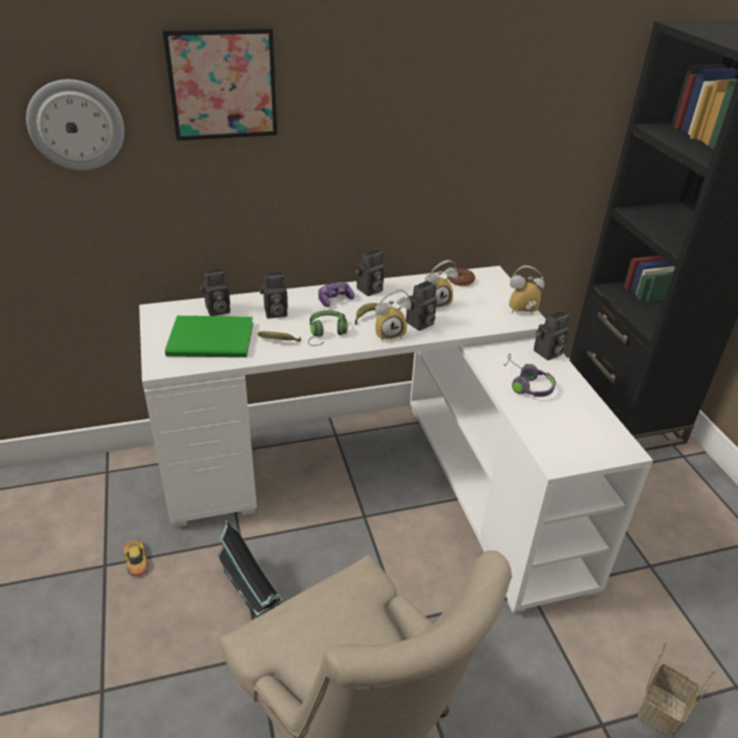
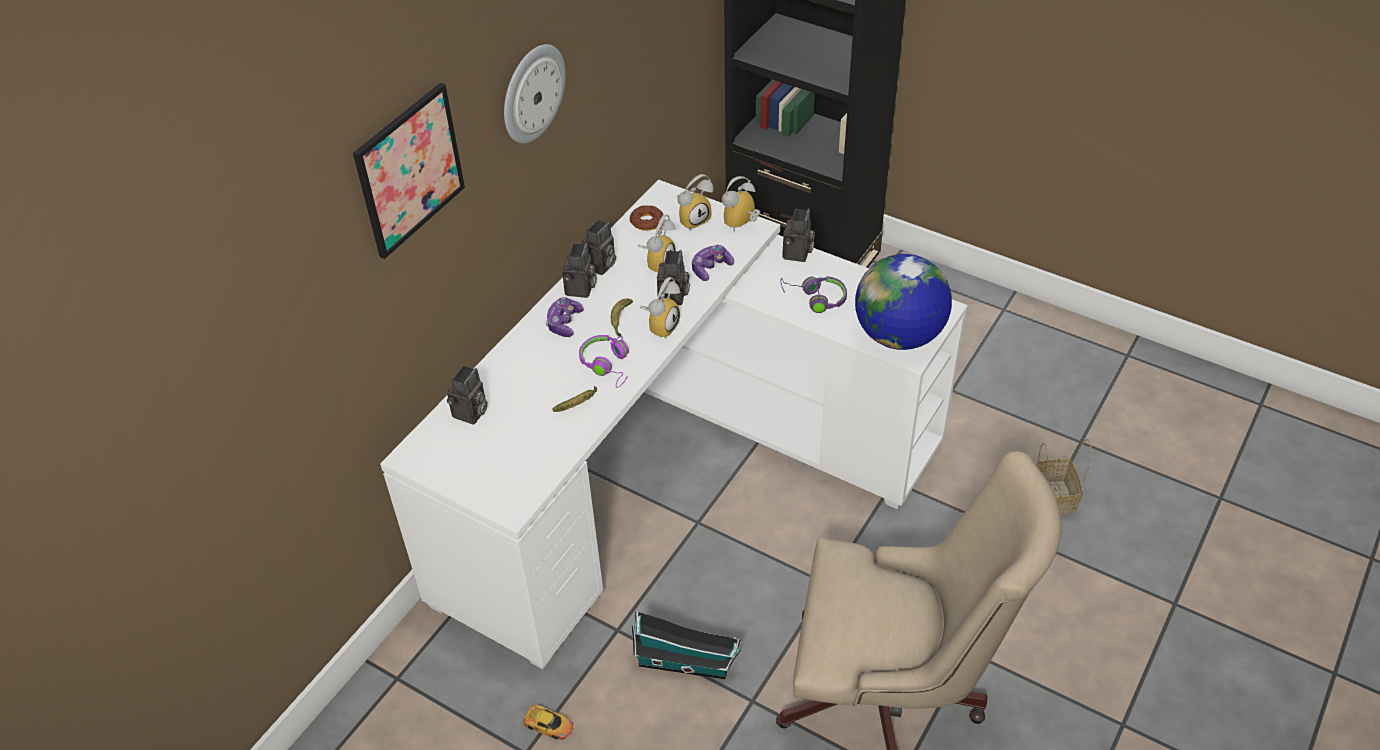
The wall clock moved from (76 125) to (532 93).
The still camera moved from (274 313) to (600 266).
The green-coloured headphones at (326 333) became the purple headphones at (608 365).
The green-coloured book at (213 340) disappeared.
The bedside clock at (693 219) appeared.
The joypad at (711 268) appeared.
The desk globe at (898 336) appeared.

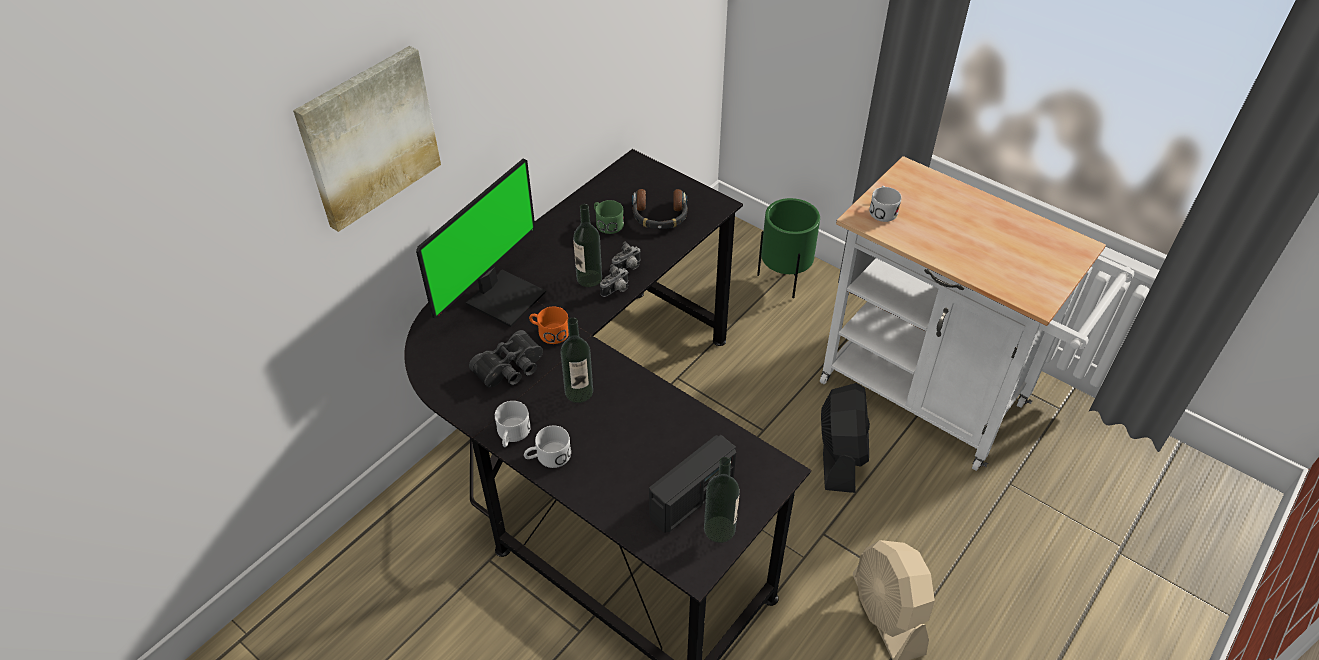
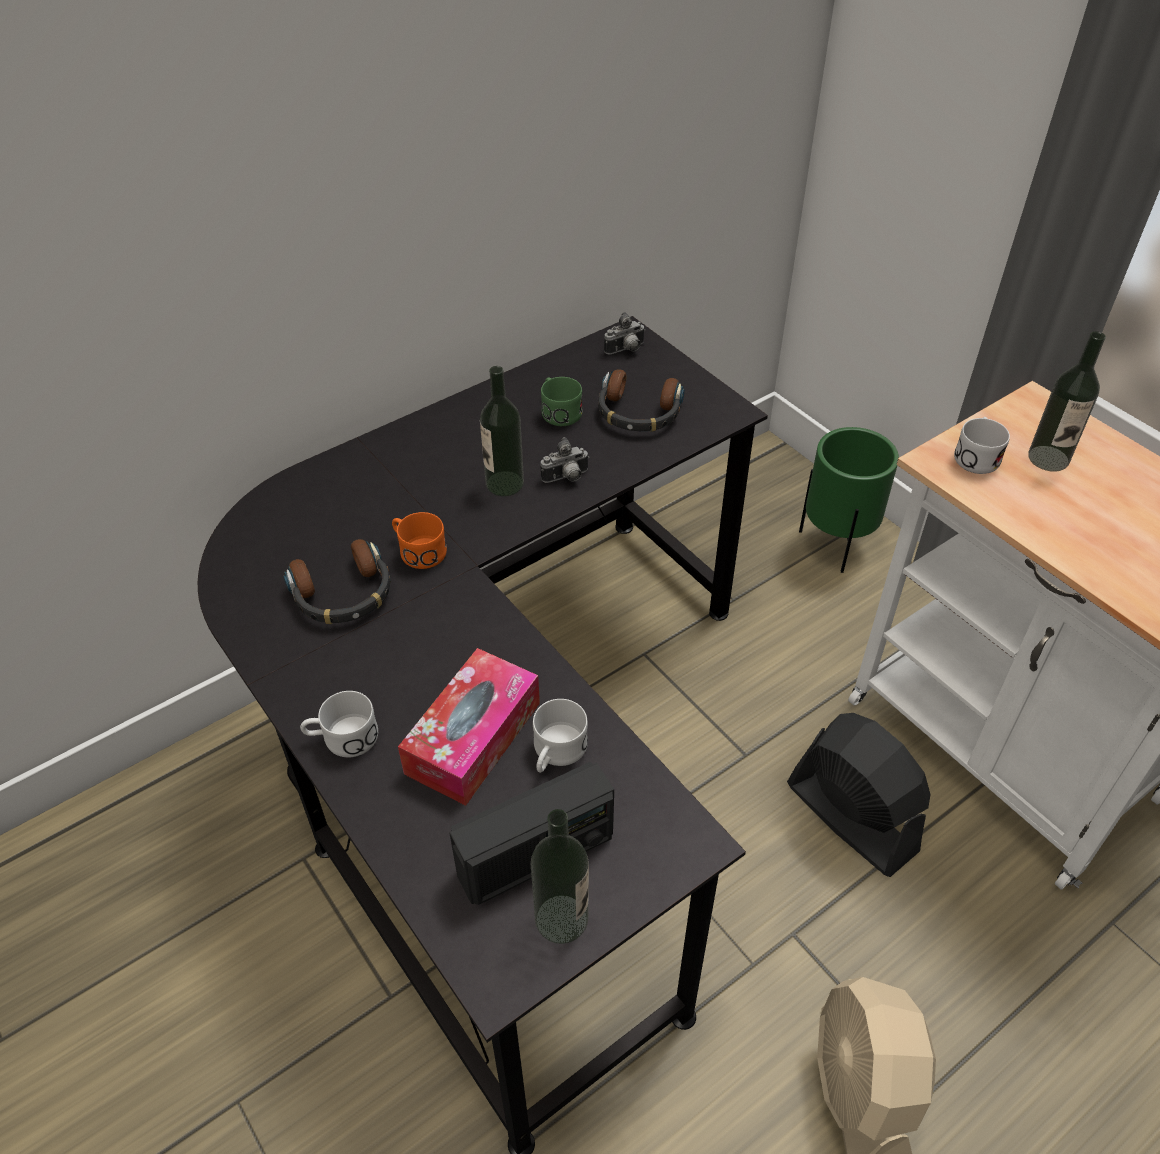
The picture at (369 137) disappeared.
The computer screen at (503 297) disappeared.
The still camera moved from (616 290) to (626 350).
The drink bottle moved from (579 392) to (1048 458).
The black field glasses at (511 369) was replaced by the headphones at (343 594).
The black fan at (840 455) turned 60 degrees counterclockwise.
The white-coloured mug moved from (512 435) to (556 753).
The tissue holder at (473 738) appeared.

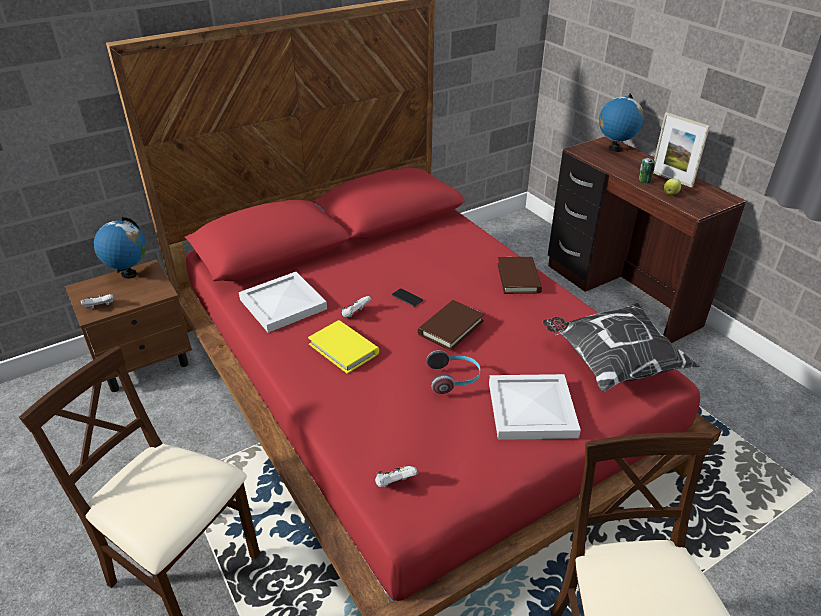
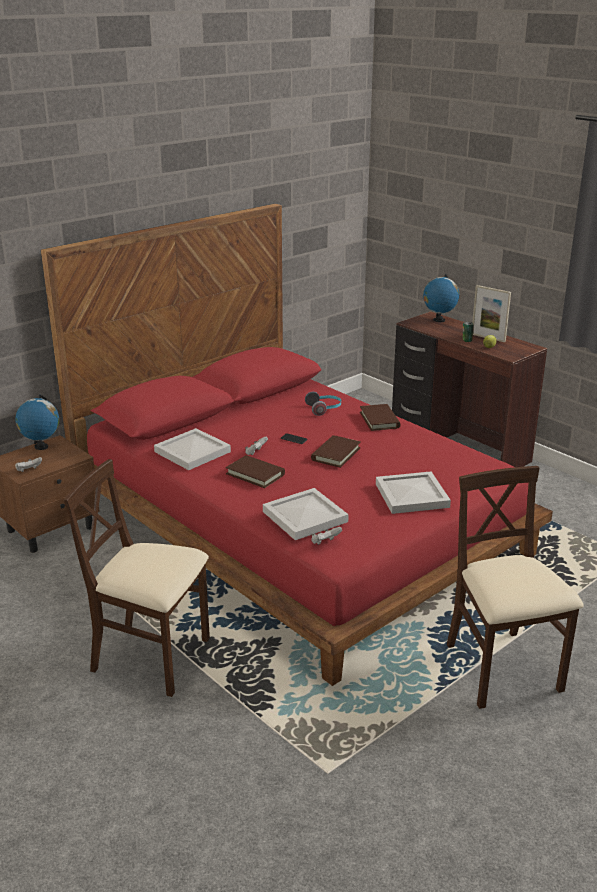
The cushion at (612 362) disappeared.
The yellow book at (343 349) became the brownish book at (255 474).
The headphones moved from (454 379) to (324 409).
The white-coloured serving tray at (304 517) appeared.

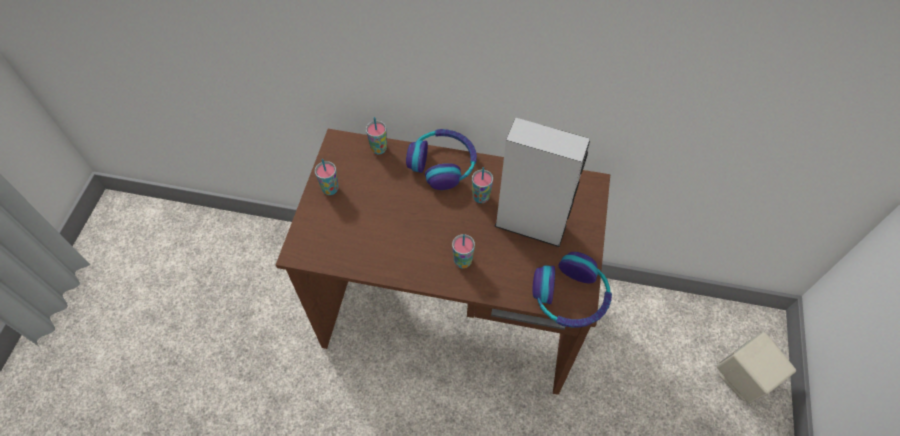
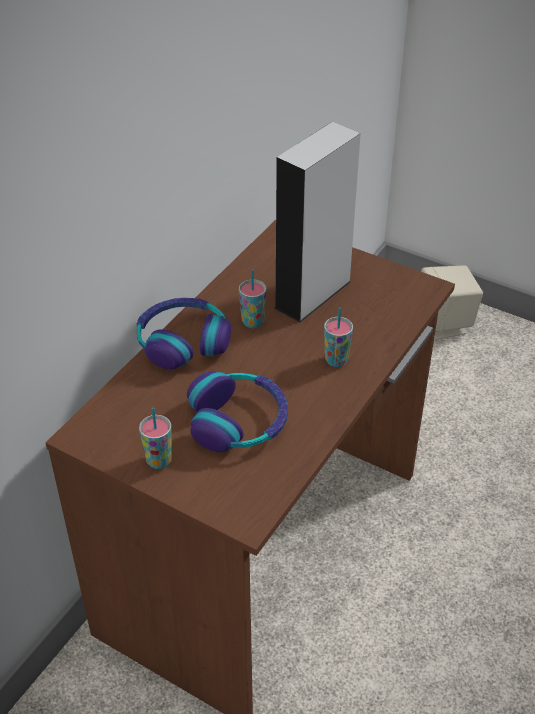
The drinking cup at (379 149) disappeared.
The headphones moved from (570 297) to (238 421).

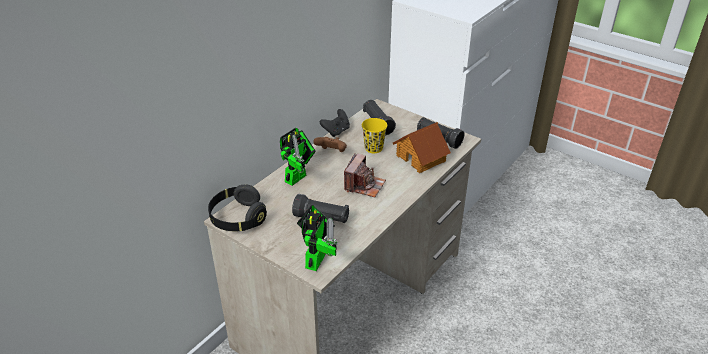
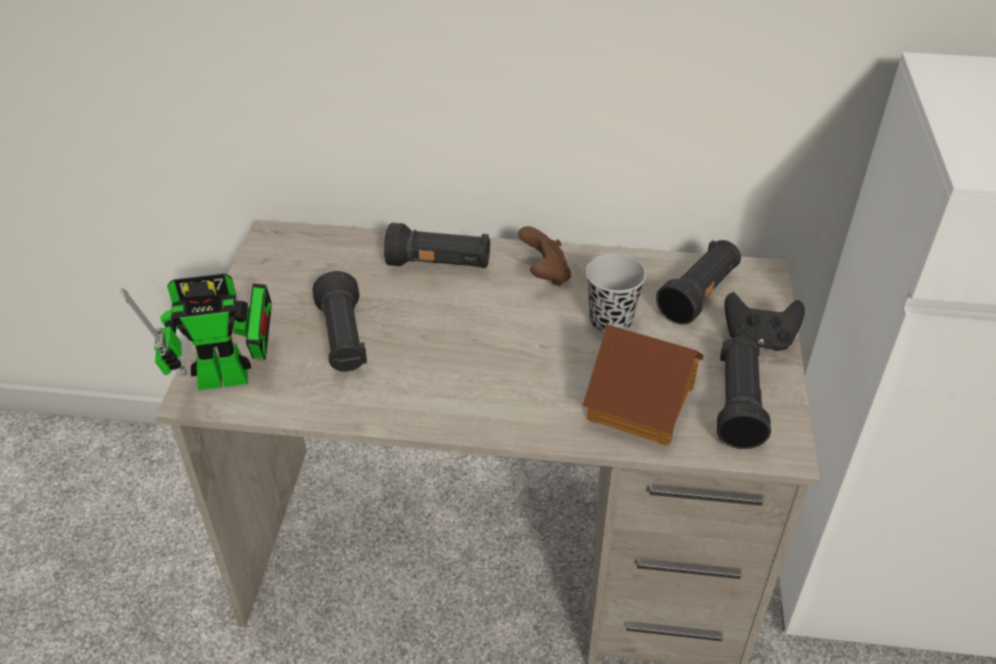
The black joypad moved from (336 131) to (758 340).
The yellow drinking cup at (373 148) became the black drinking cup at (610 321).
The robot figure at (298 176) was replaced by the black hand torch at (439 264).
The still camera at (364 185) disappeared.
The black headphones at (238 218) disappeared.

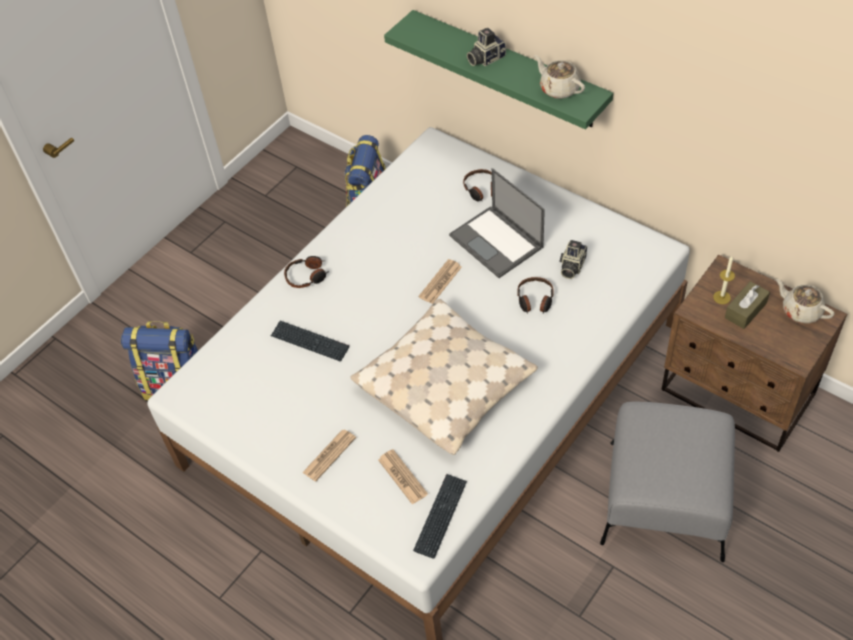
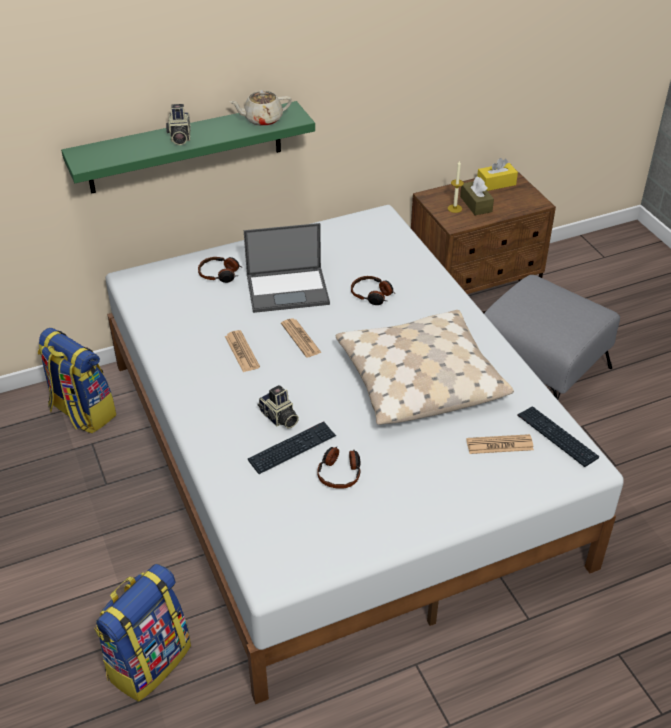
The still camera moved from (571 266) to (278 418).
The headphones moved from (307 276) to (340 472).
The beige tea pot at (800 310) was replaced by the yellow tissue holder at (496 183).
The printed paper moved from (329 455) to (242 352).

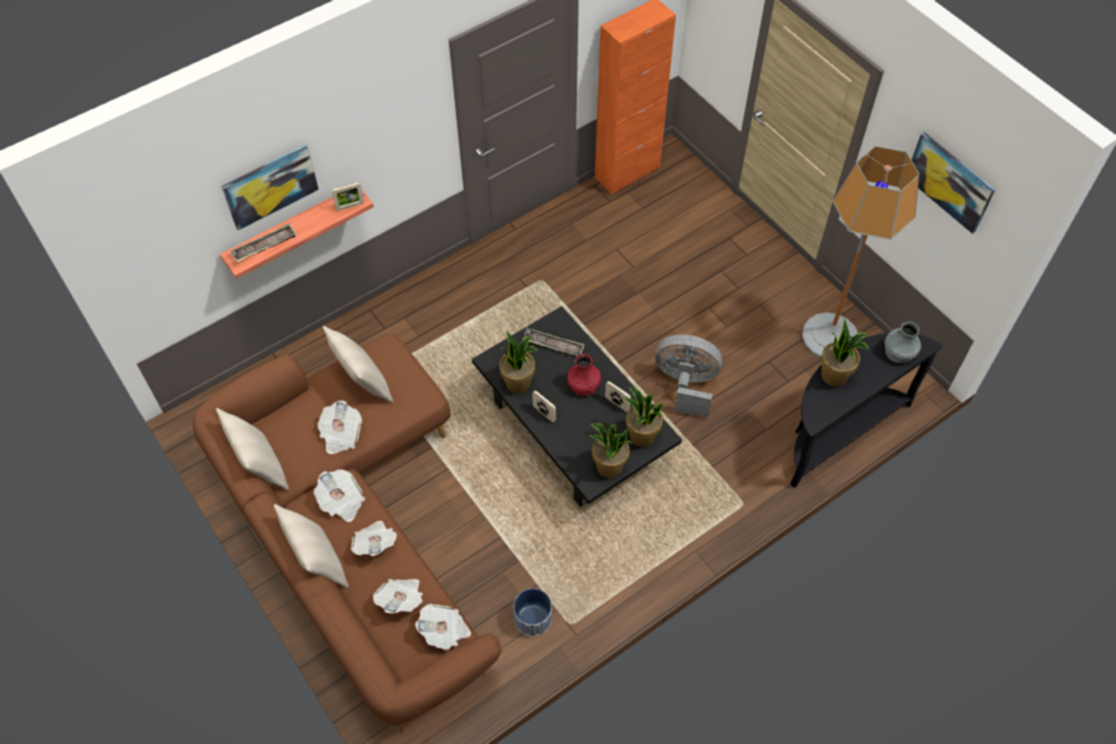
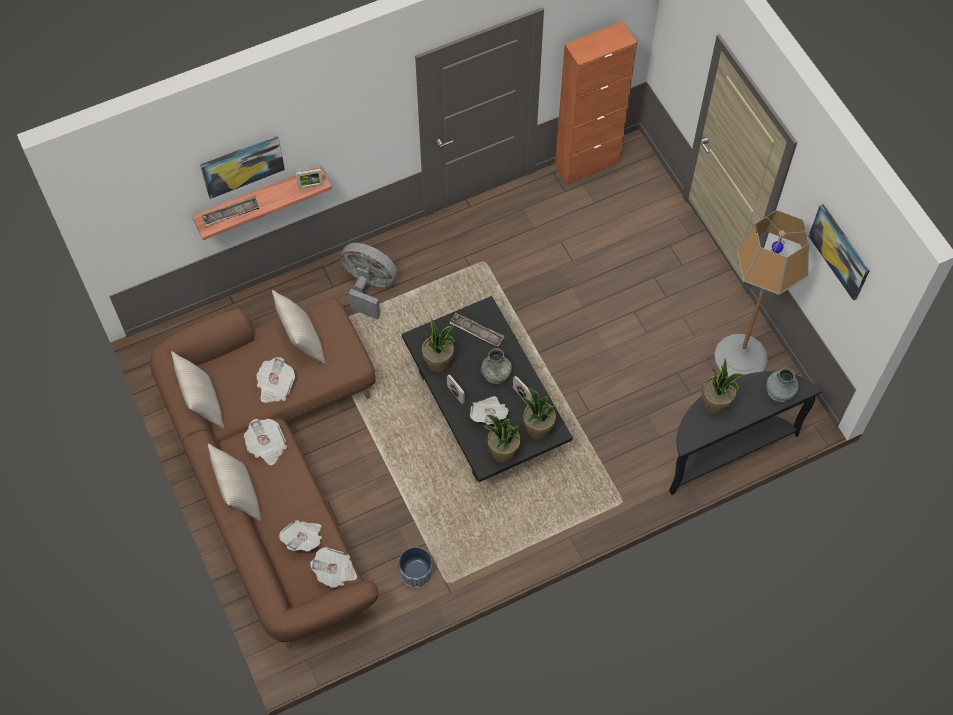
The gray fan moved from (686 385) to (369 287).
The red decorative vase at (584 385) became the gray decorative vase at (496 374).
The printed paper moved from (375 543) to (489 414).

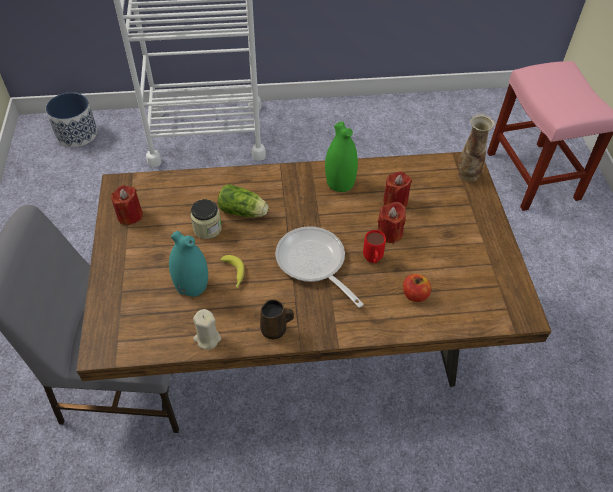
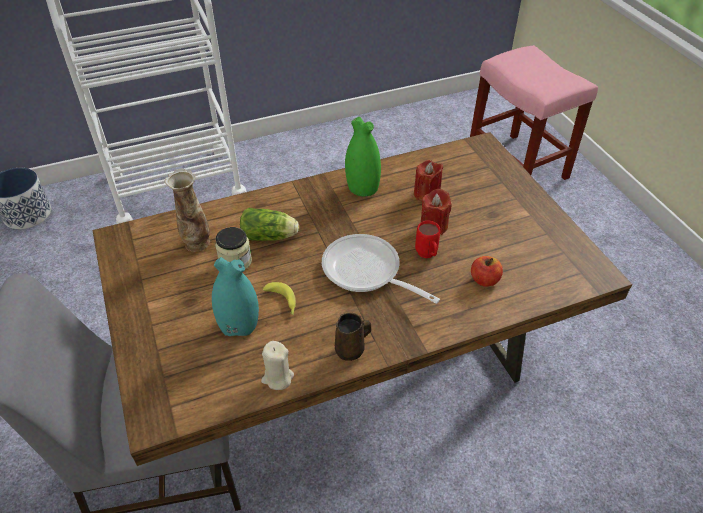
The decorative vase moved from (467 175) to (197 243).
The red wax light at (130 215) disappeared.

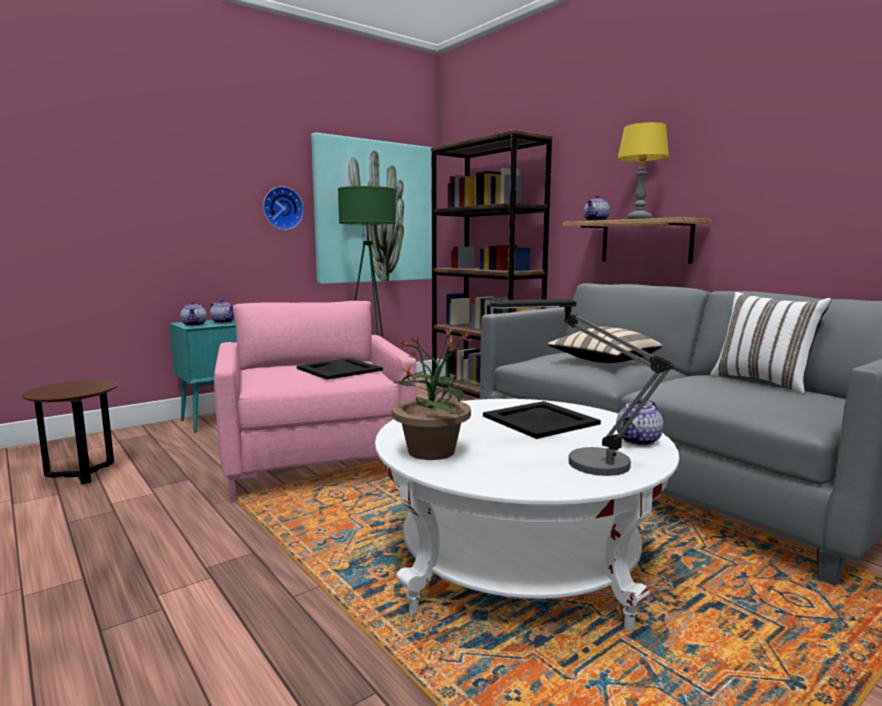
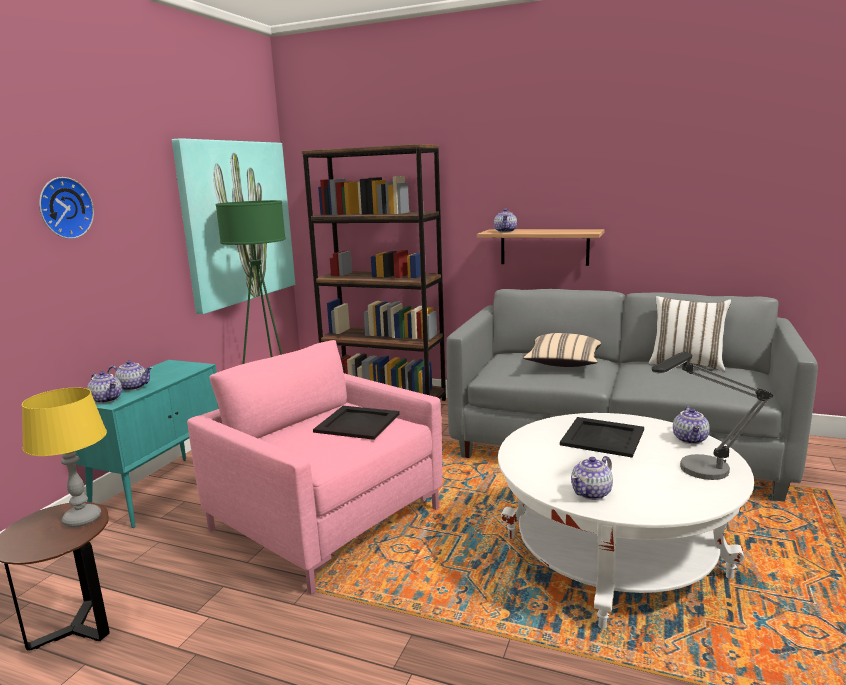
The yellow table lamp moved from (639 219) to (82 519).
The wall clock moved from (282 208) to (63 208).
The plant in a pot at (432 451) was replaced by the tea pot at (592 493).

